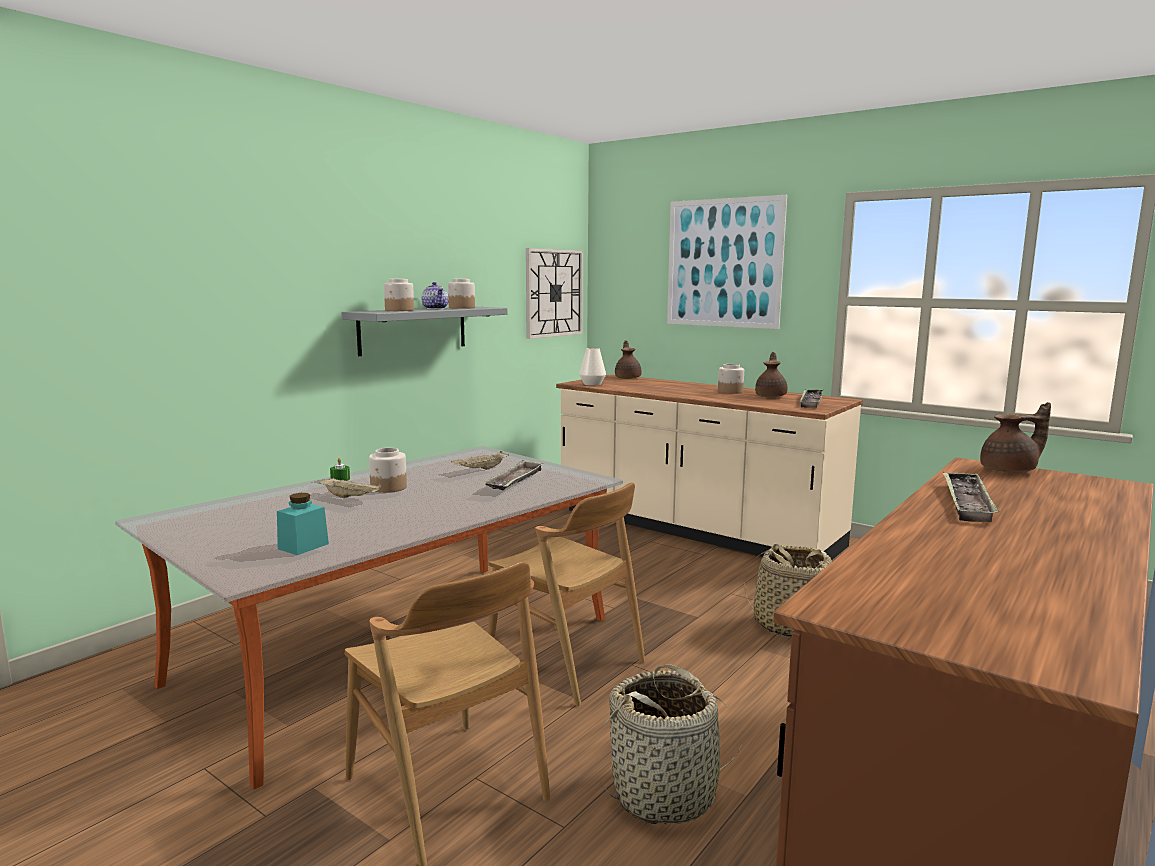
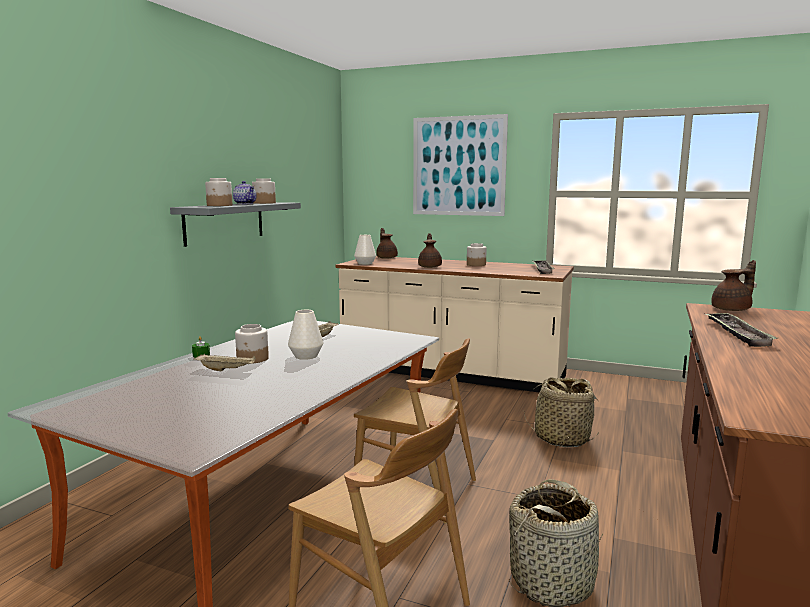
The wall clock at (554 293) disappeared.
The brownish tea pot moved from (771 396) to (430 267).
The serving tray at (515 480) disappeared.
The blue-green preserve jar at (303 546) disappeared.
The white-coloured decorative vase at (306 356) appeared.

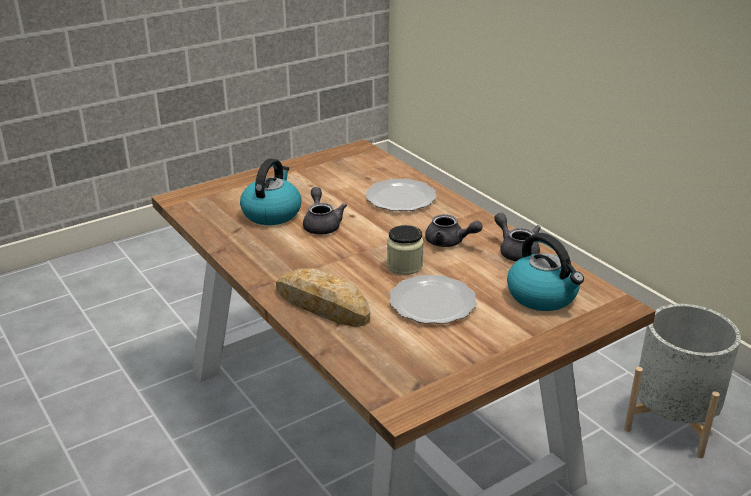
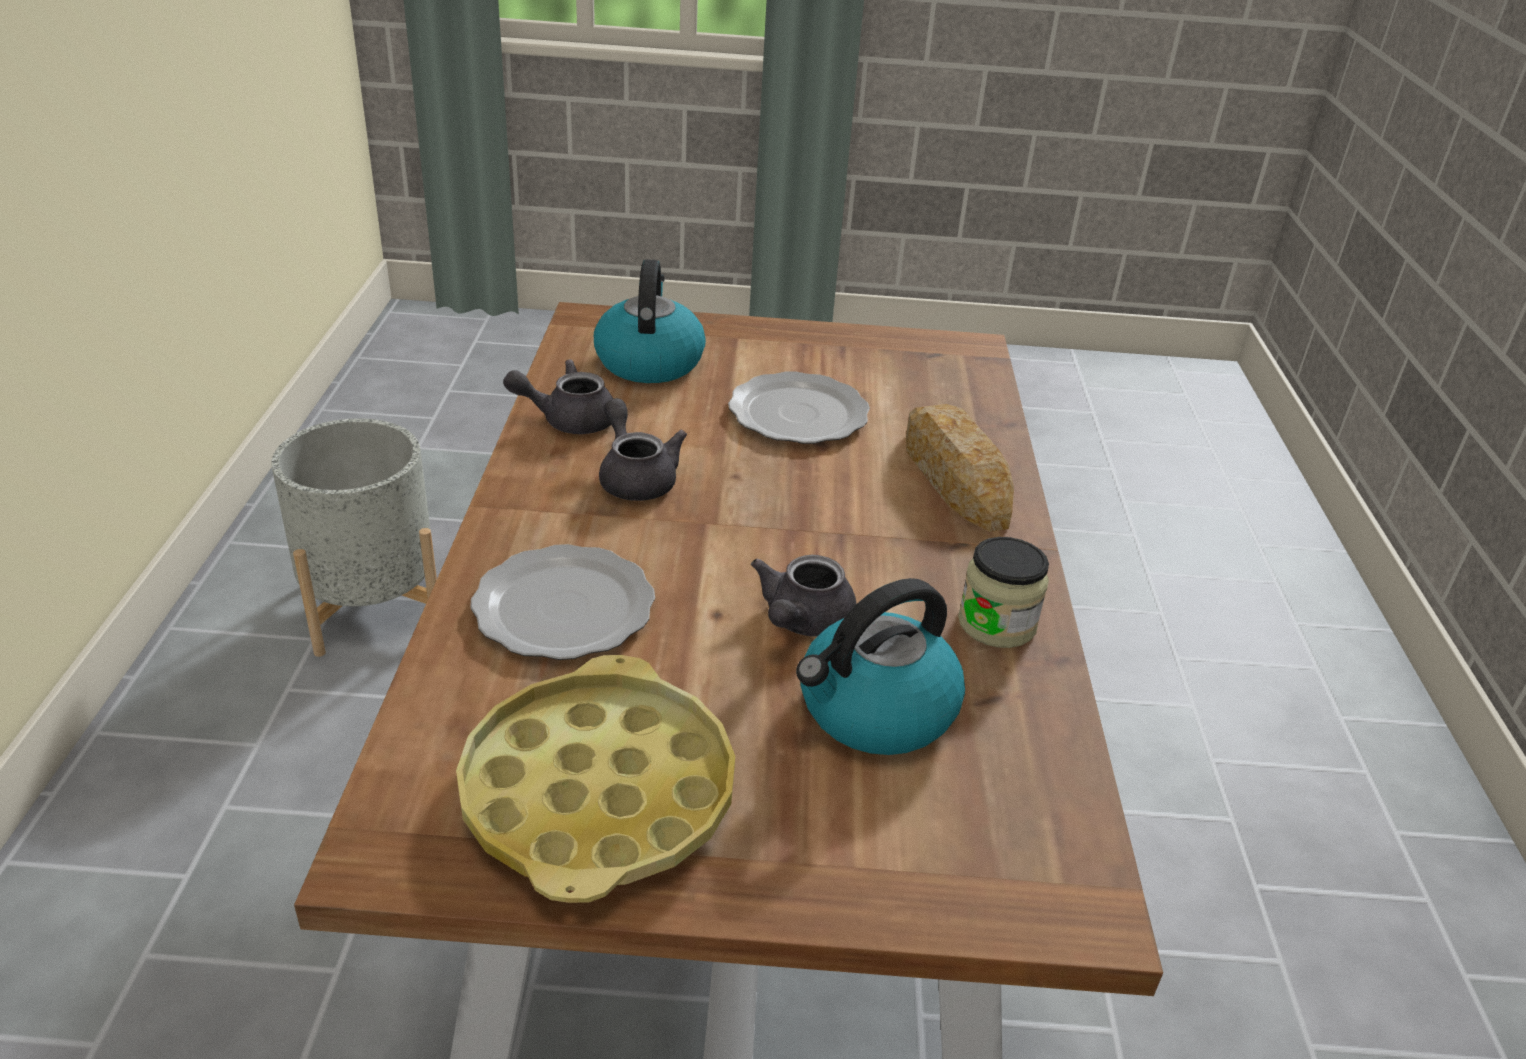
The gray tea pot at (516 251) turned 75 degrees clockwise.
The preserve jar moved from (404 266) to (997 623).
The yellow serving tray at (599 792) appeared.

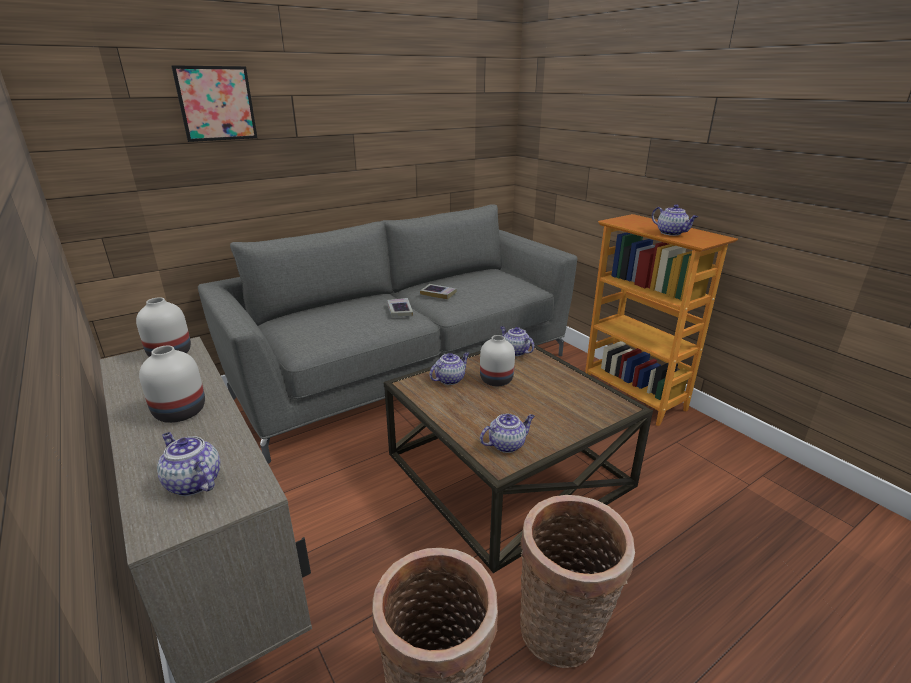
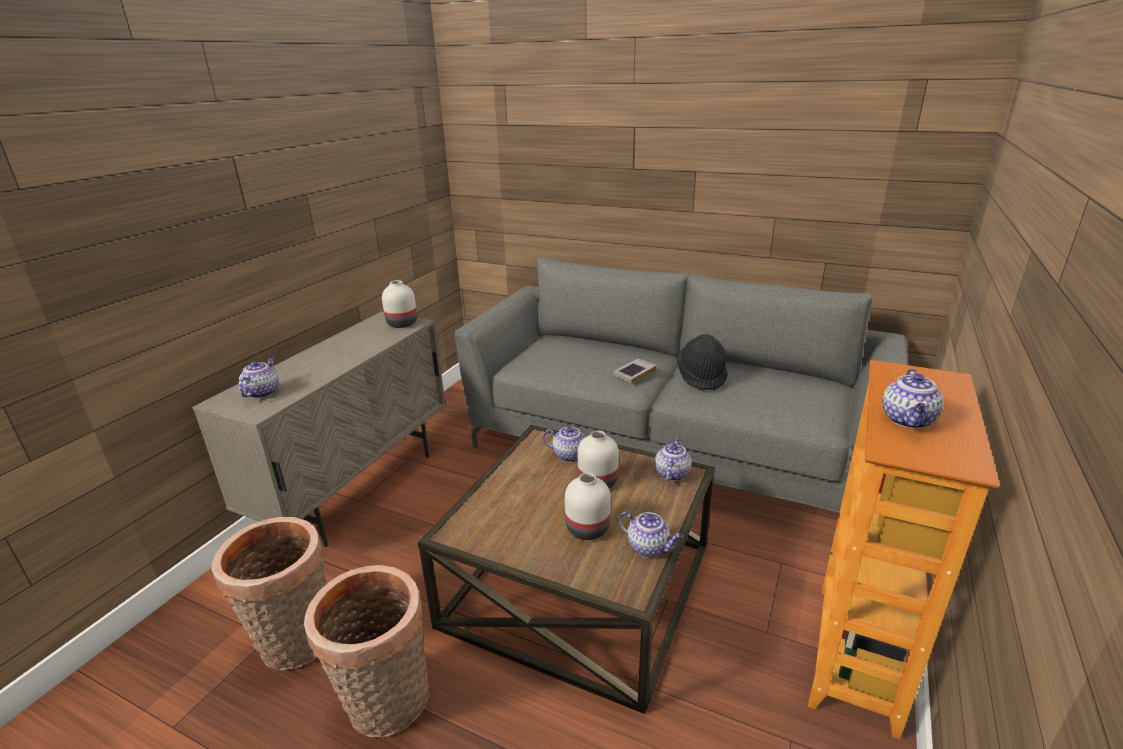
The picture at (216 103) disappeared.
The book at (438 294) was replaced by the black clothing hat at (701 377).
The white-coloured decorative vase moved from (182 412) to (588 529).
The tea pot moved from (507 444) to (649 547).

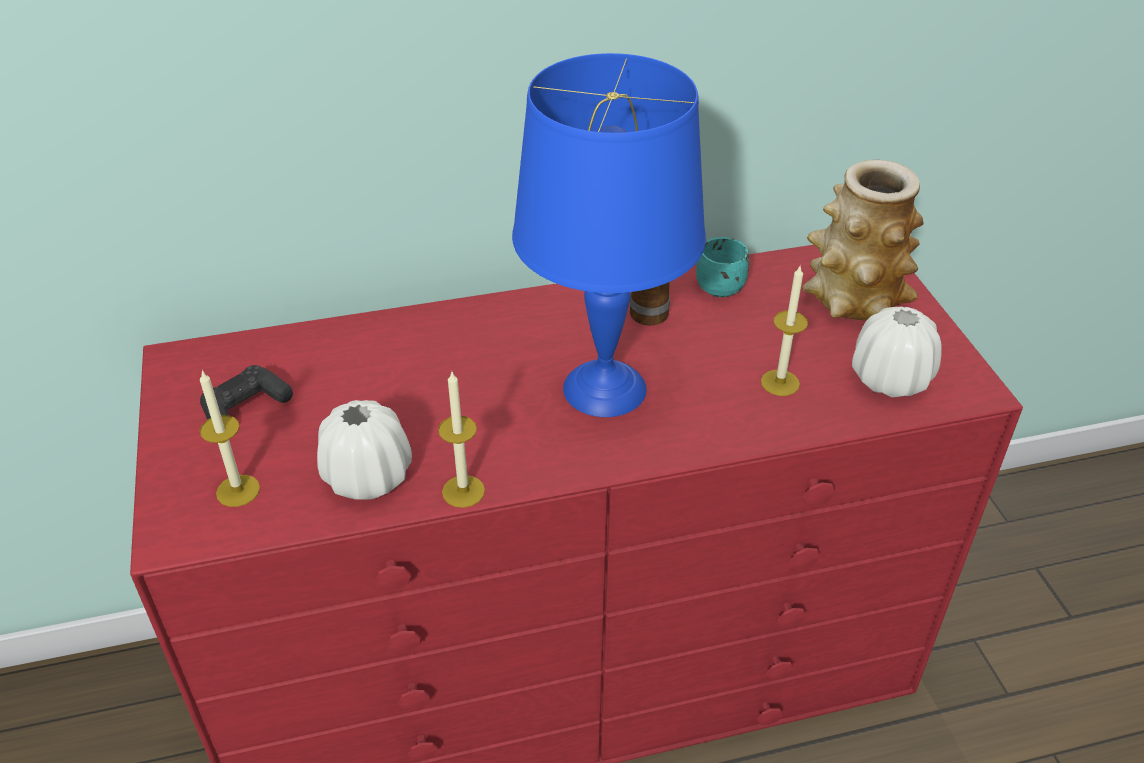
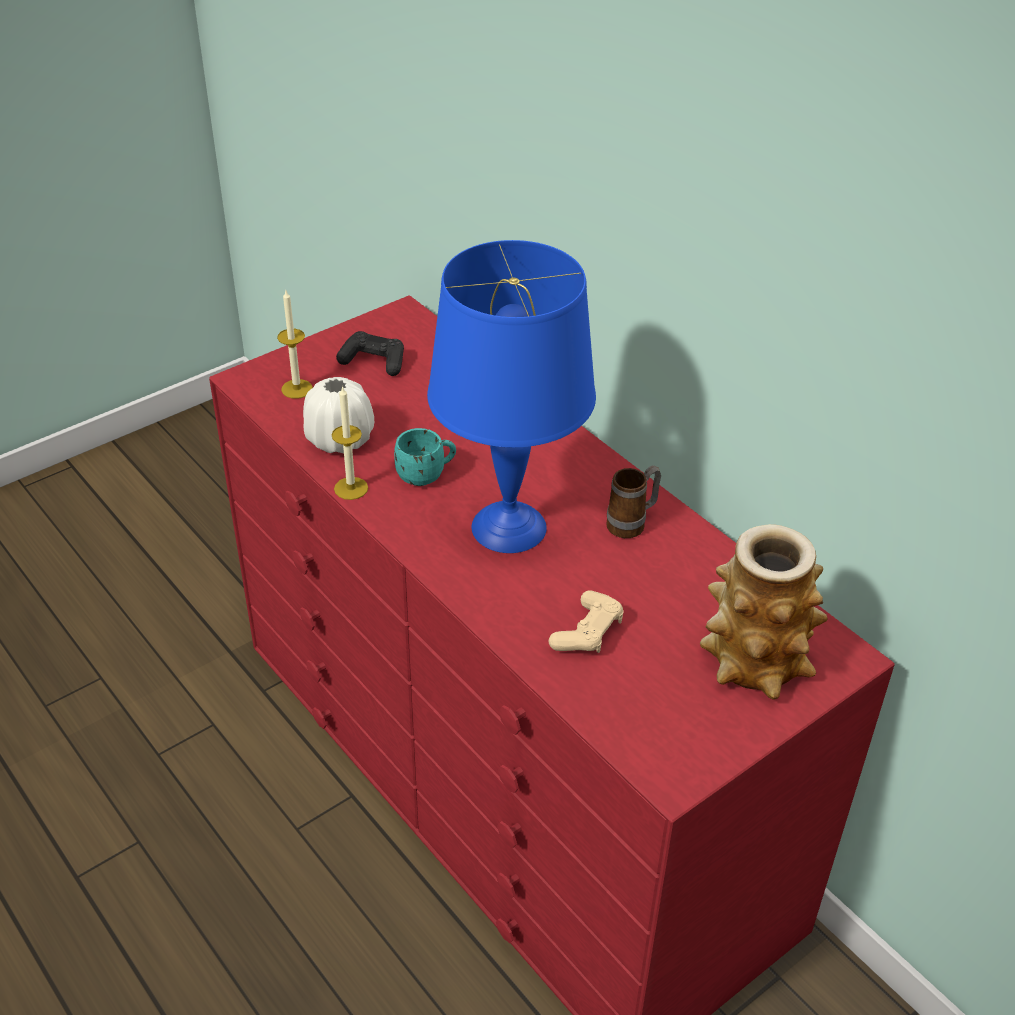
The blue-green mug moved from (719 283) to (426 475).
The wax light at (780 383) was replaced by the beige joypad at (587 632).
The white-coloured decorative vase at (890 379) disappeared.

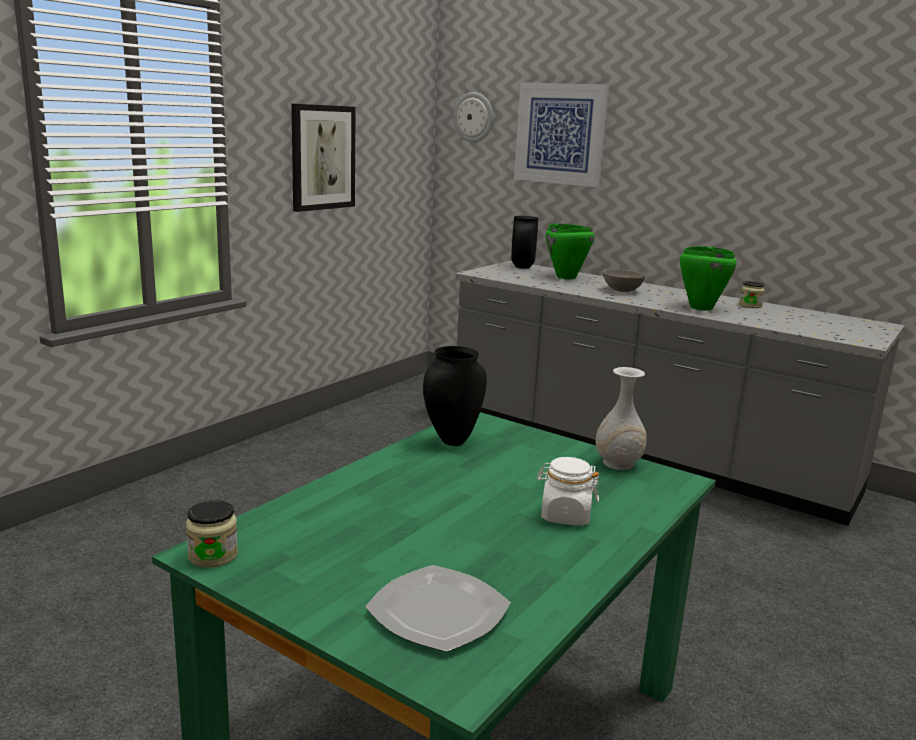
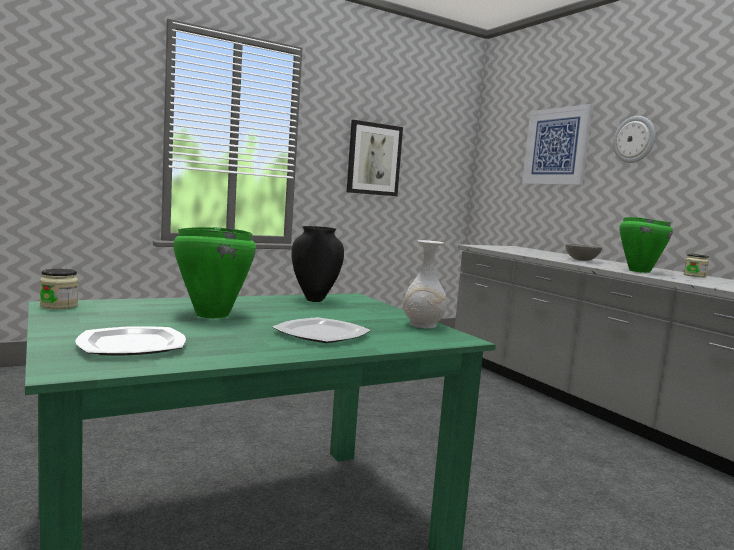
The wall clock moved from (474 117) to (634 139).
The black decorative vase at (523 267) disappeared.
The green-coloured stockpot moved from (566 277) to (211 315).
The white-coloured preserve jar at (565 516) was replaced by the flat dish at (323 334).

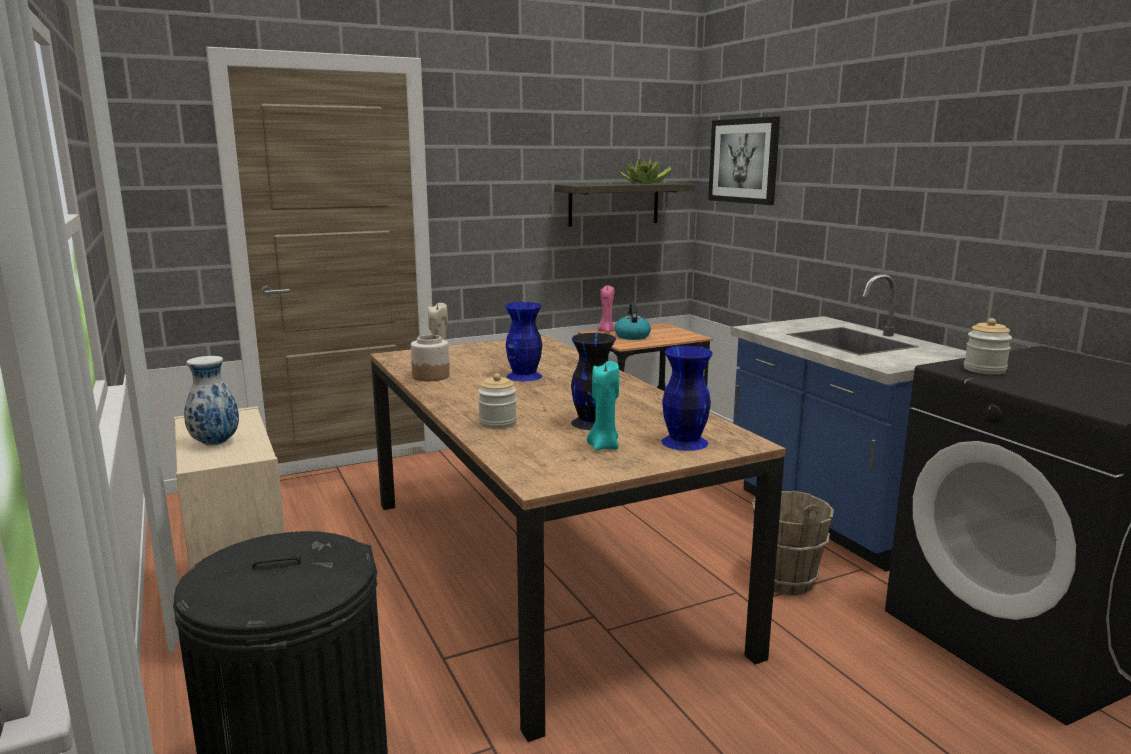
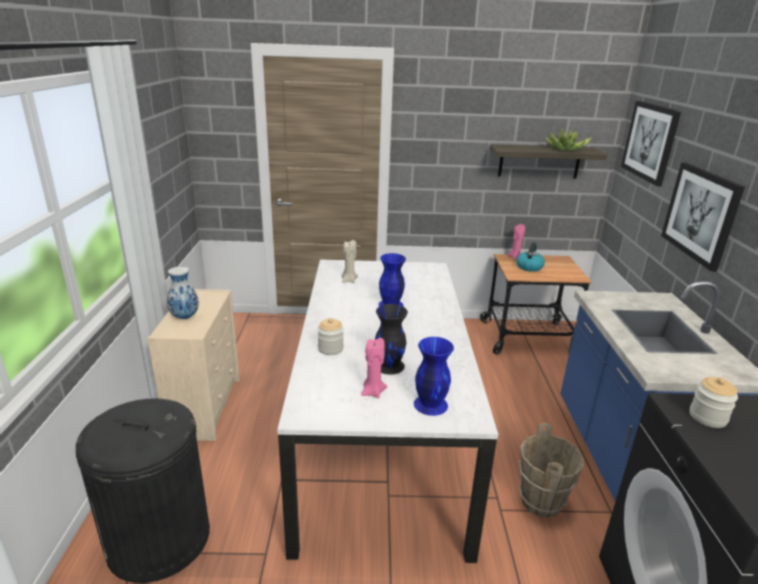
The brownish kitchen table at (541 569) became the white-coloured kitchen table at (381 432).
The preserve jar at (431 376) disappeared.
The blue-green wax light at (603 446) became the pink-coloured wax light at (373 392).
The picture at (700 214) appeared.

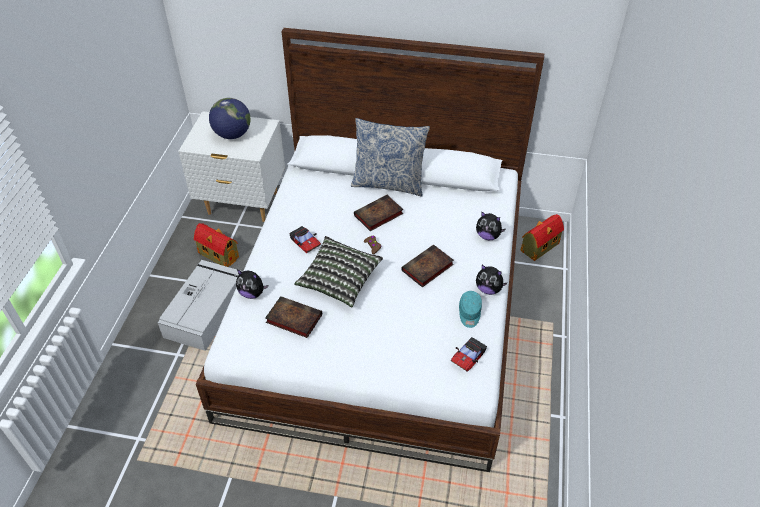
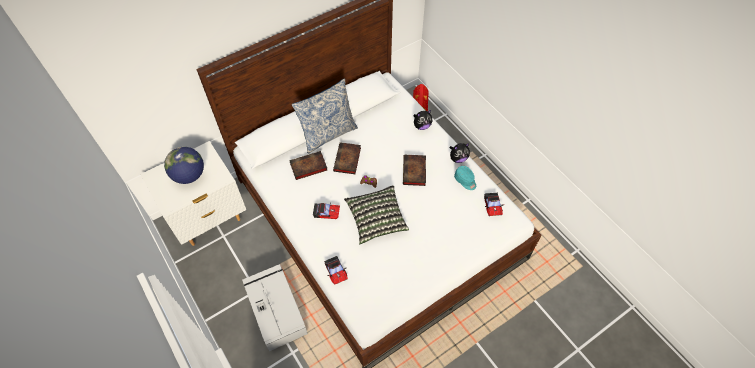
The model house at (218 254) disappeared.
The cuddly toy at (252 293) was replaced by the model car at (336 272).
The book moved from (292 319) to (307 167).

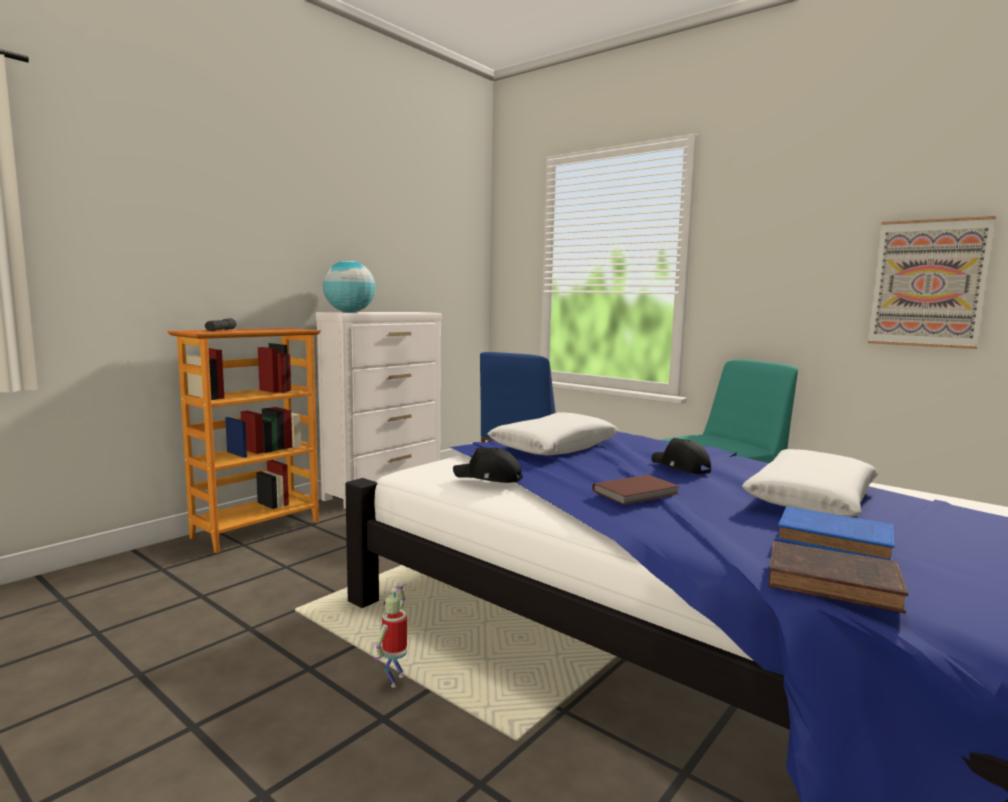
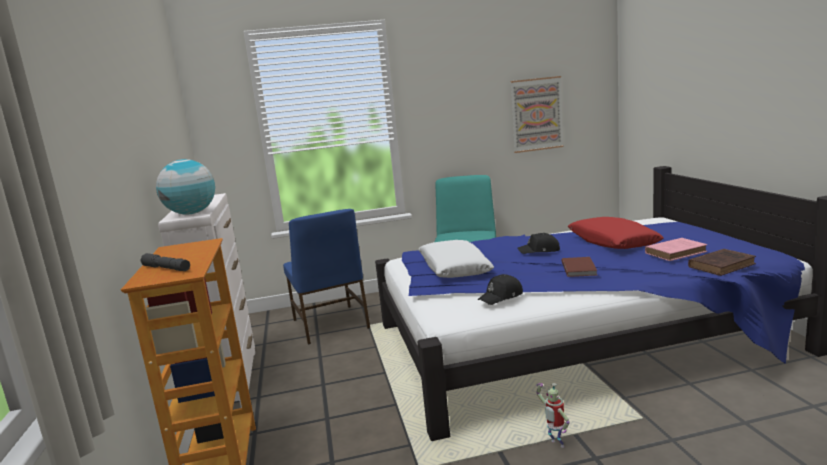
The white-coloured cushion at (810 499) became the red cushion at (612 242).
The blue book at (837 541) became the pink-coloured book at (676 252).

